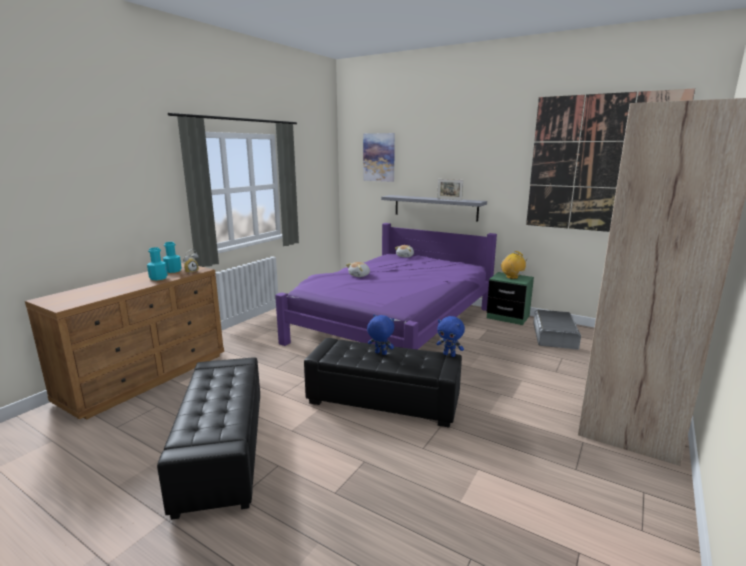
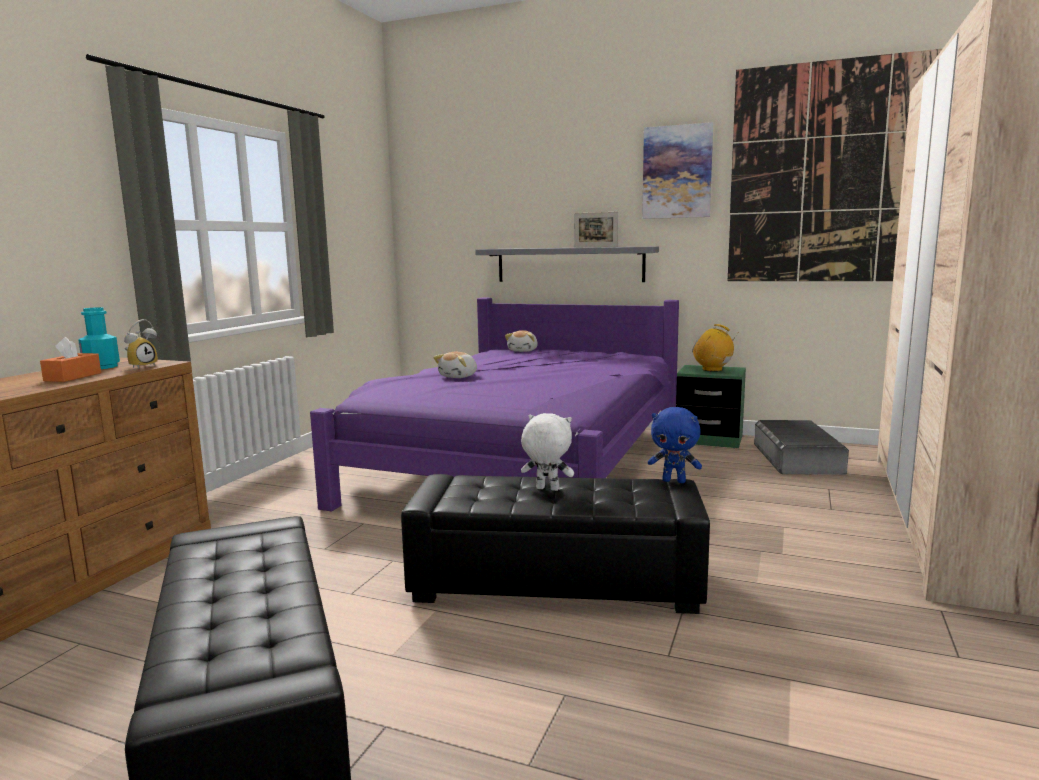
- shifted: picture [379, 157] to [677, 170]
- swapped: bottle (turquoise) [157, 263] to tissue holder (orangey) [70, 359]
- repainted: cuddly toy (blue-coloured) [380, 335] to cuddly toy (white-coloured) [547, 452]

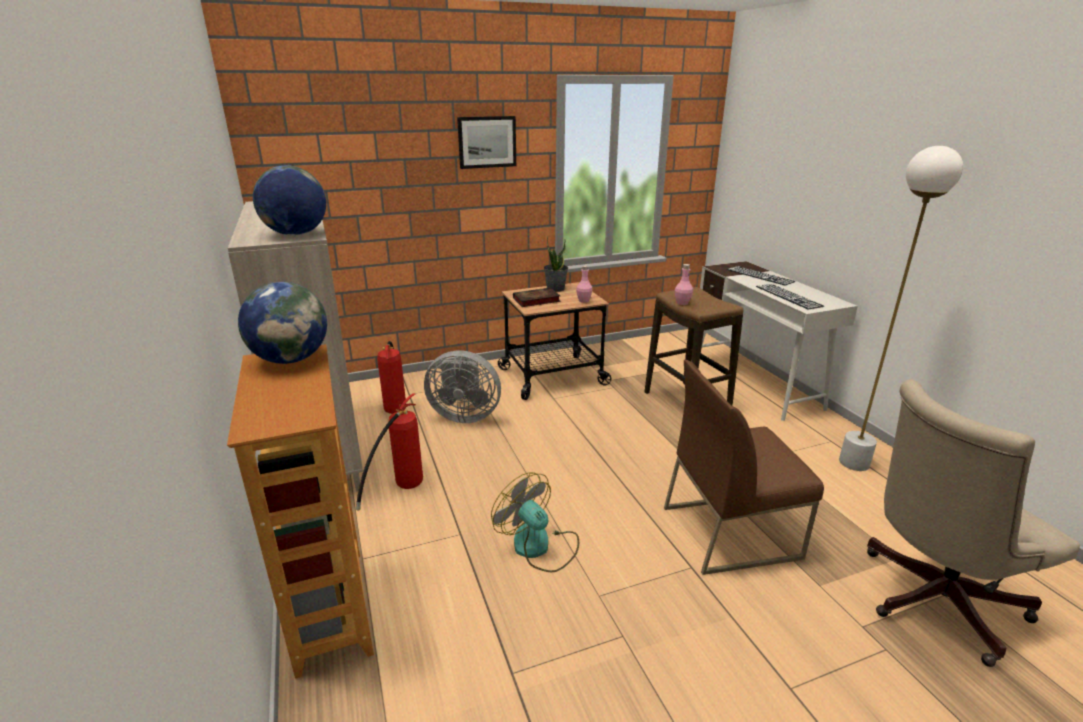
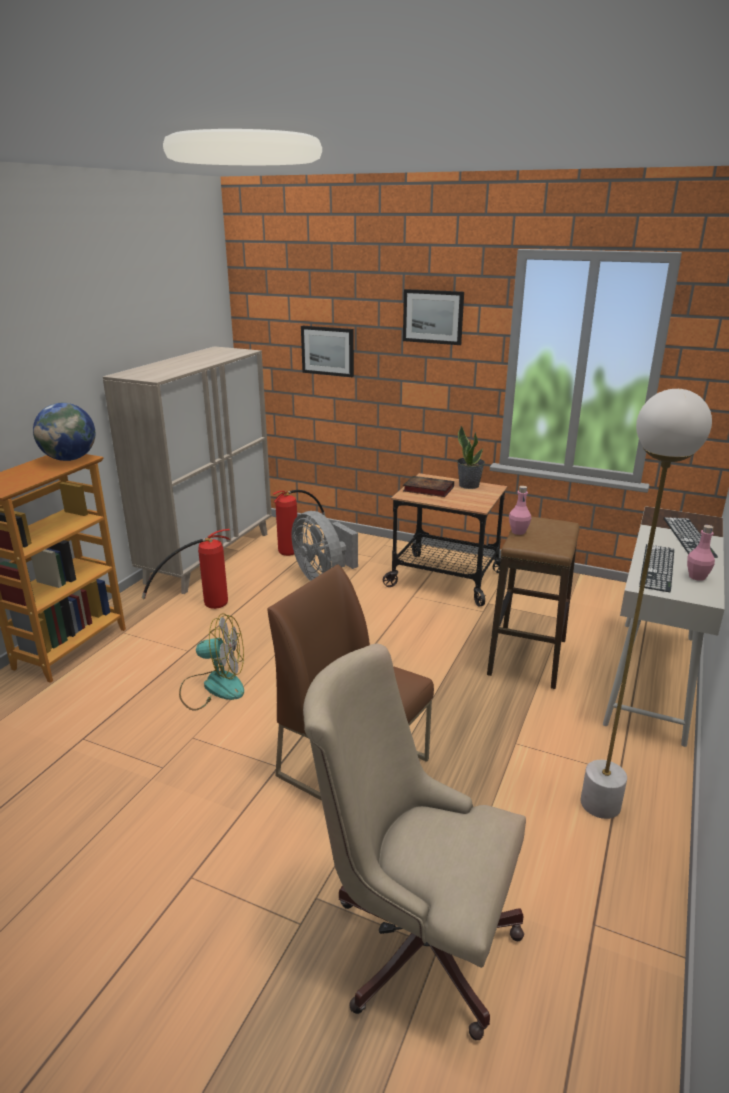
- gone: desk globe [289, 200]
- shifted: bottle (pink) [584, 284] to [701, 553]
- rotated: fan [535, 522] = [211, 662] 90 degrees clockwise
- new: picture [327, 351]

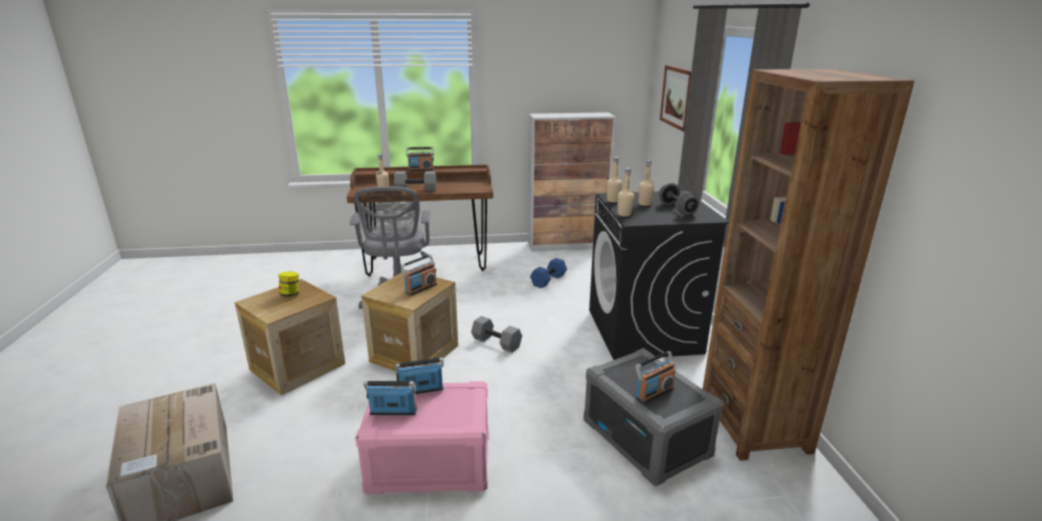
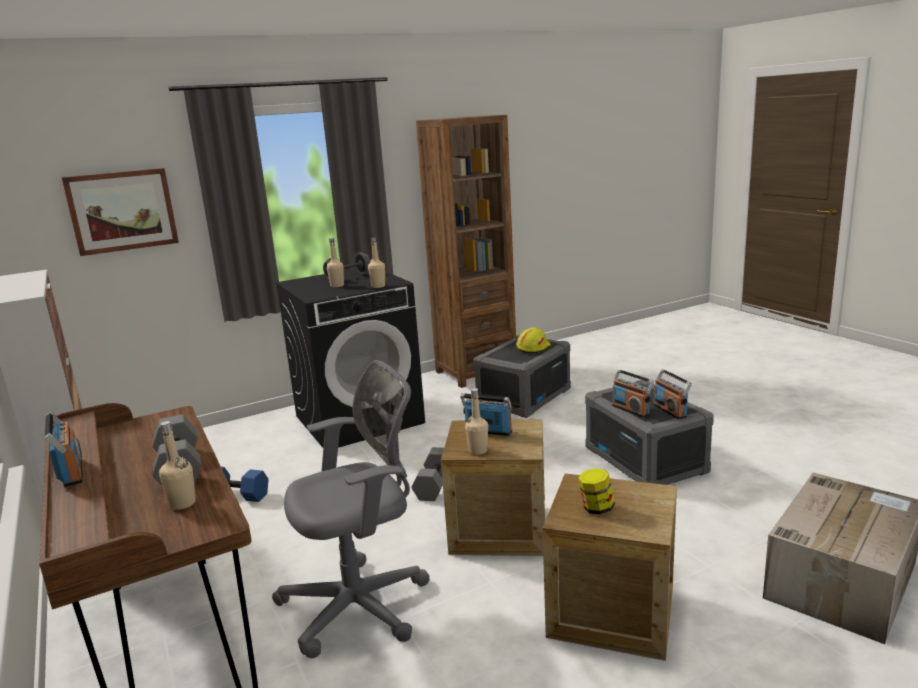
- shifted: bottle (beige-coloured) [614, 179] to [476, 421]
- swapped: radio set [655, 377] to hard hat (yellowish) [533, 341]
- repainted: storage box (pink) [422, 437] to storage box (grey) [649, 432]

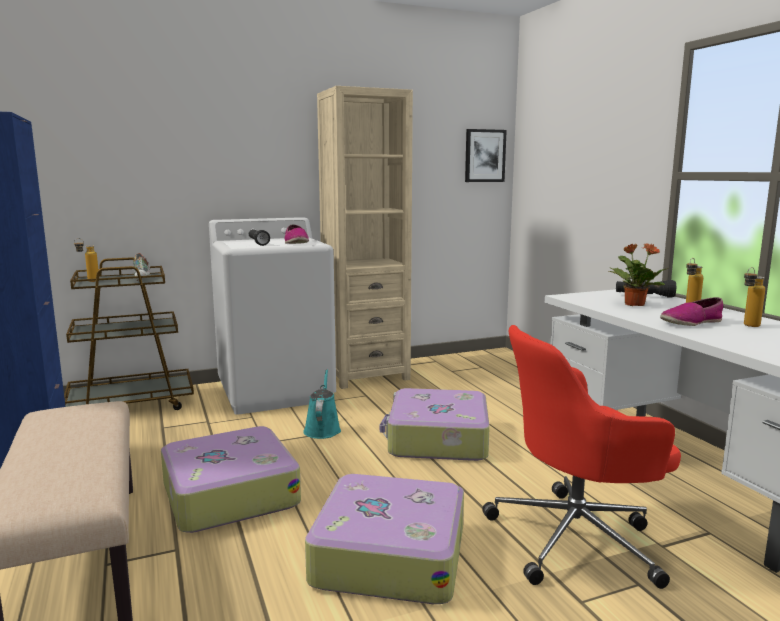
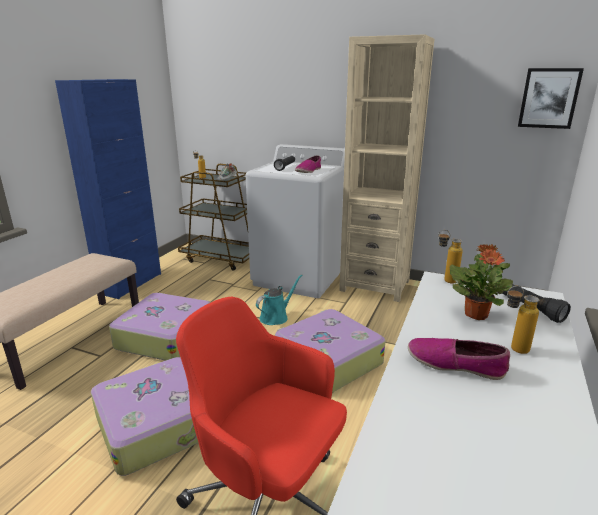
- shifted: bottle [754, 297] to [450, 257]

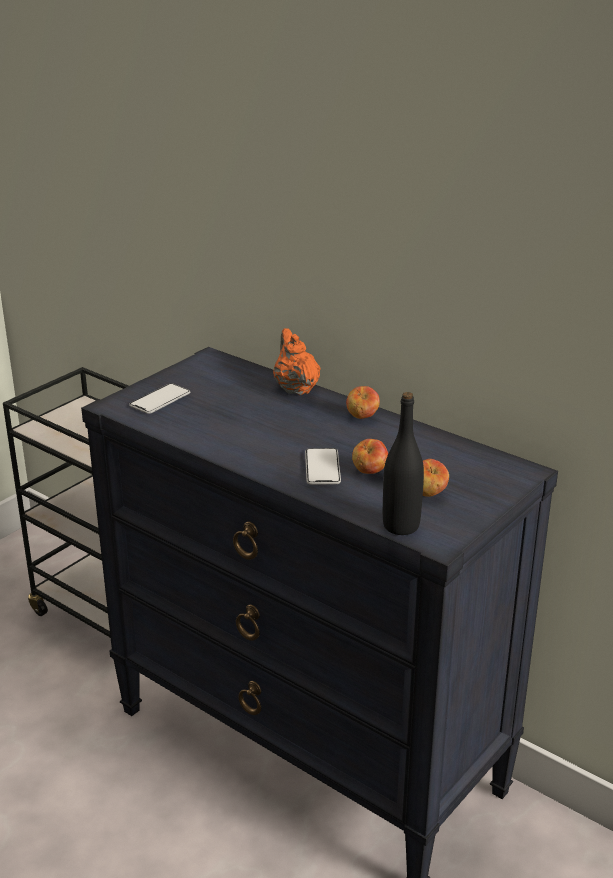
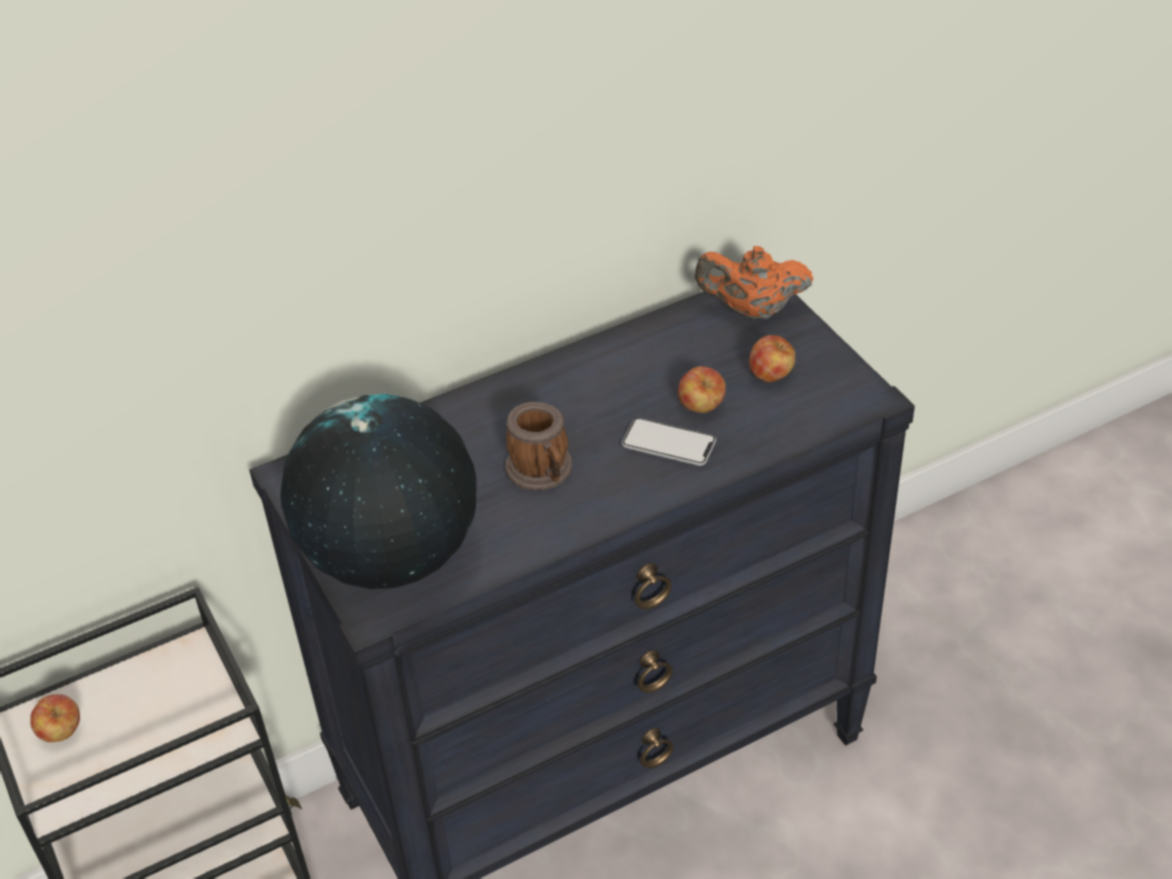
- shifted: tea pot (orangey) [297, 361] to [754, 282]
- swapped: phone [159, 398] to desk globe [378, 491]
- shifted: apple fruit [363, 402] to [55, 718]
- gone: bottle (black) [403, 463]
- new: coffee mug [539, 446]

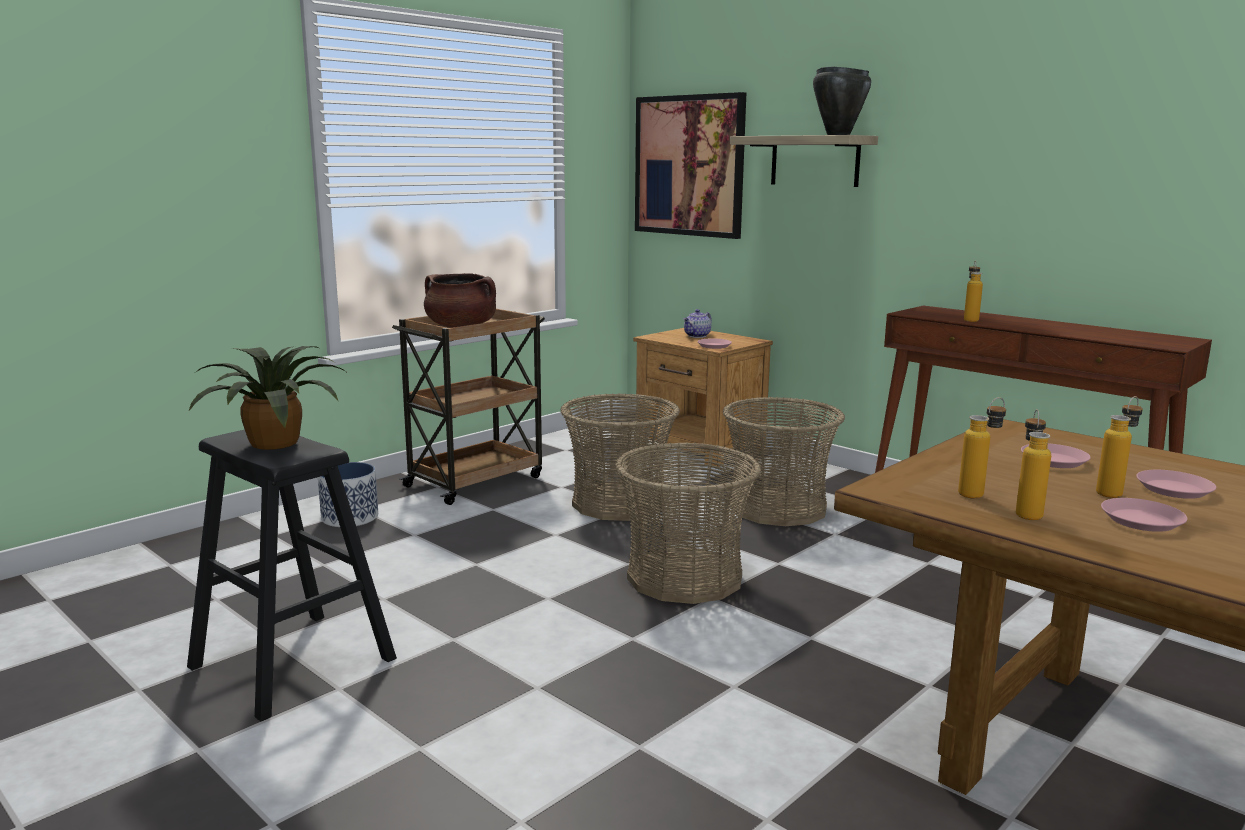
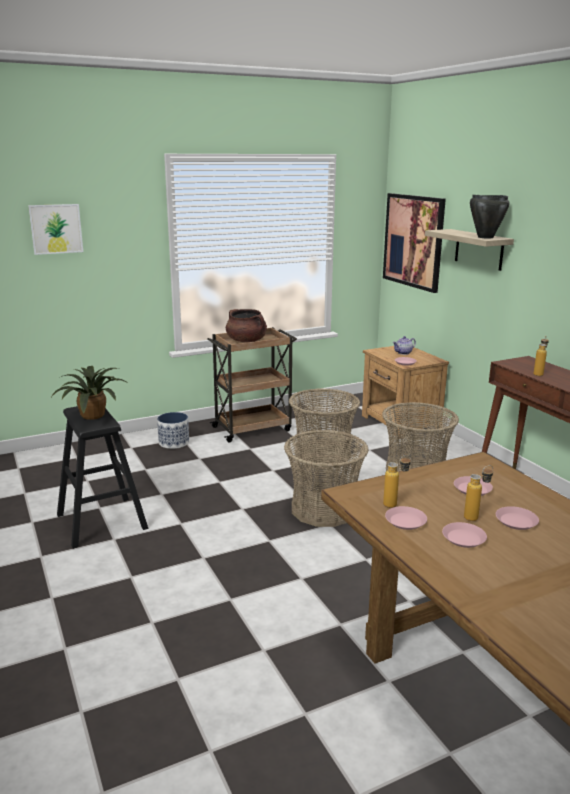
- swapped: bottle [1033, 464] to plate (pink) [406, 518]
- new: picture [55, 229]

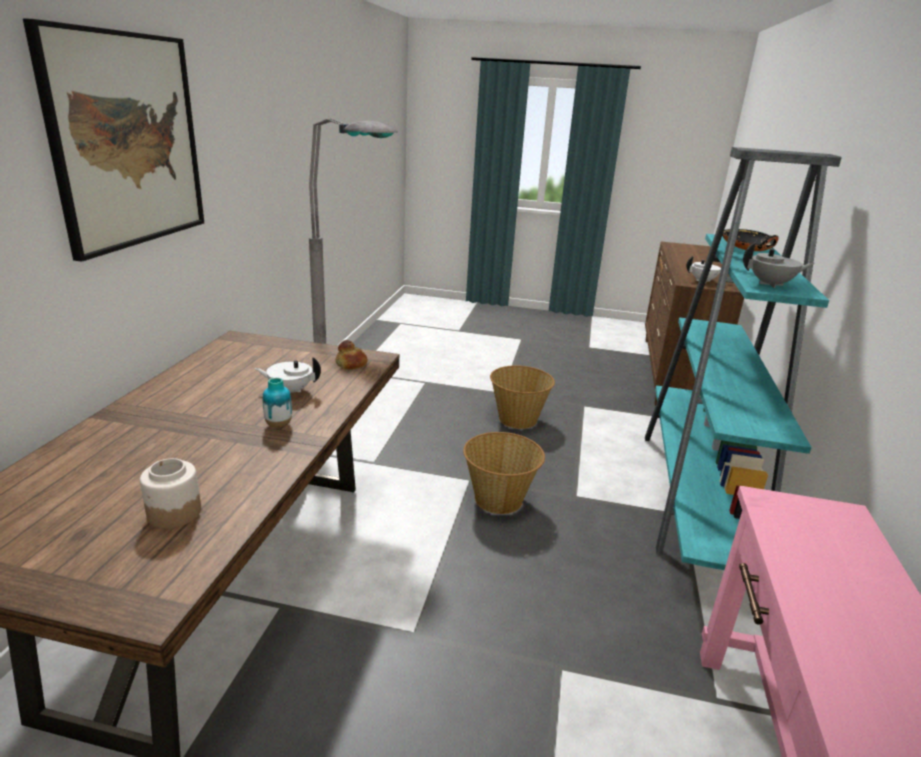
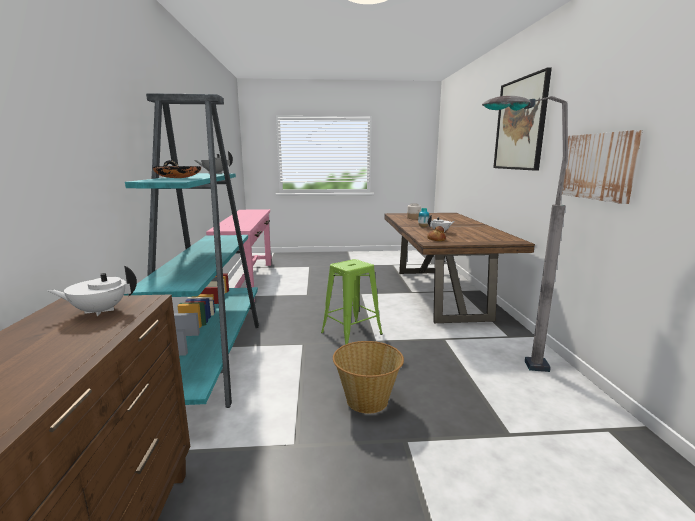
- swapped: storage basket [504, 473] to stool (greenish) [352, 302]
- new: picture [602, 167]

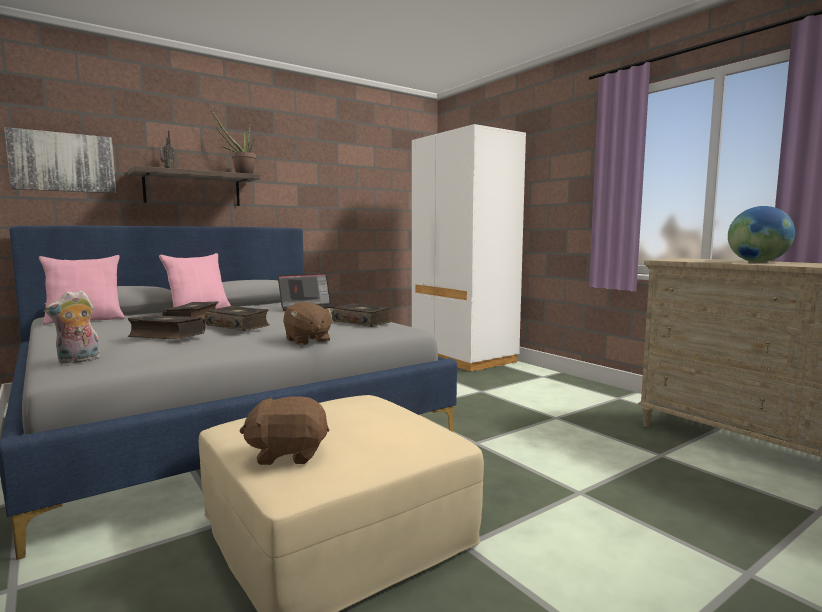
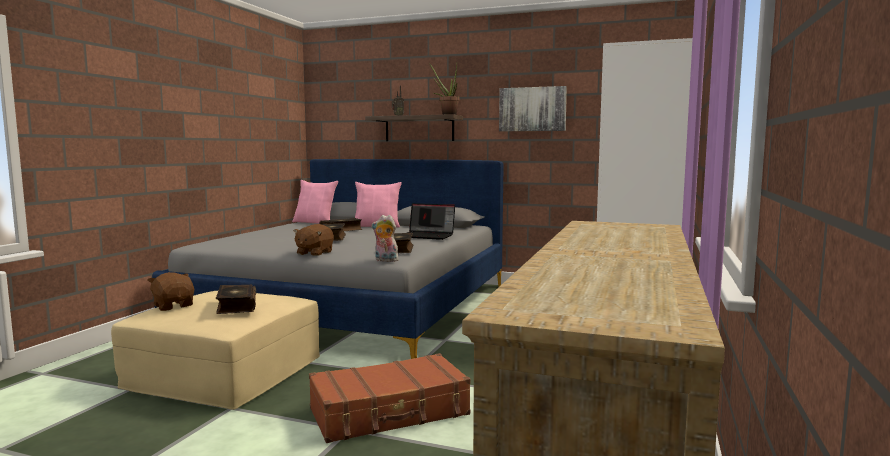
- shifted: picture [60, 160] to [533, 108]
- gone: desk globe [761, 234]
- shifted: cuddly toy [73, 327] to [385, 238]
- shifted: book [166, 327] to [236, 299]
- new: suitcase (brownish) [389, 398]

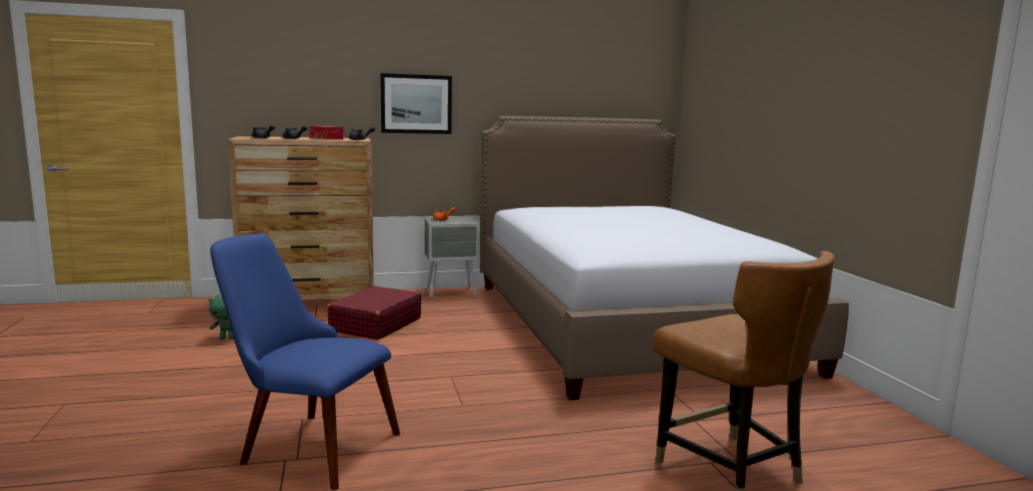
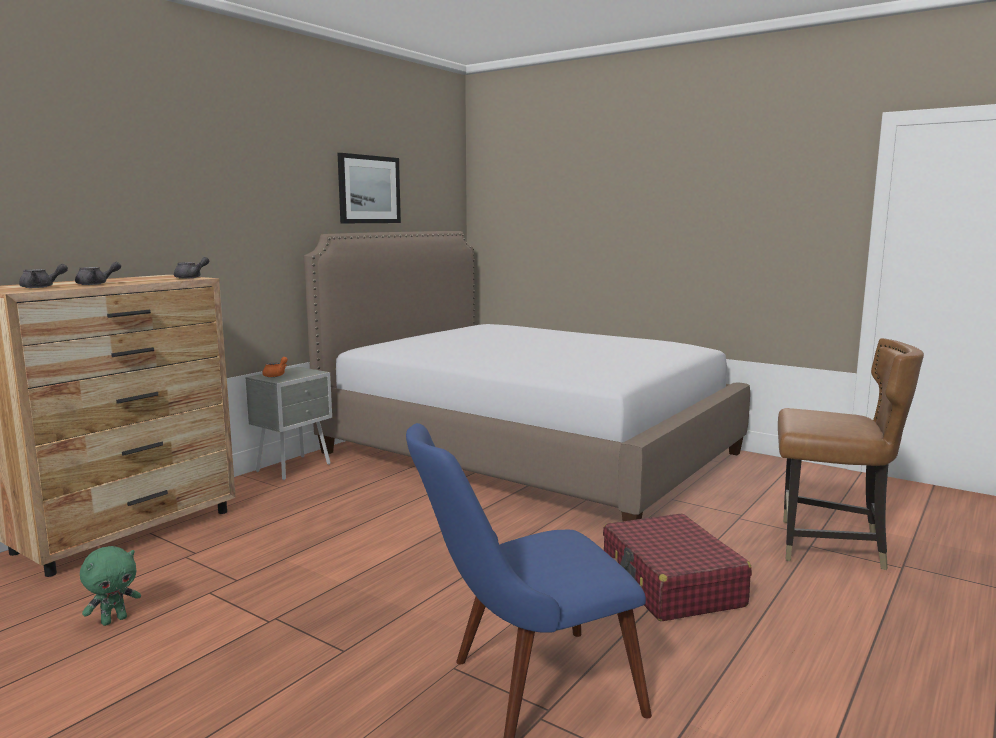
- shifted: picture [416, 103] to [369, 188]
- gone: tissue holder [326, 133]
- shifted: suitcase (red) [374, 313] to [677, 567]

